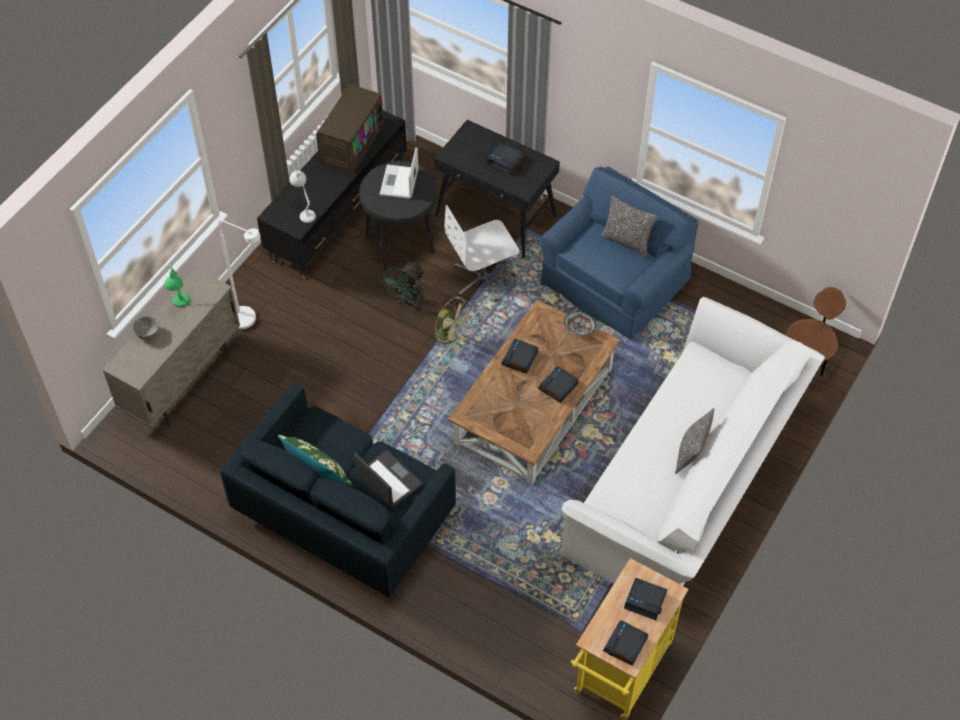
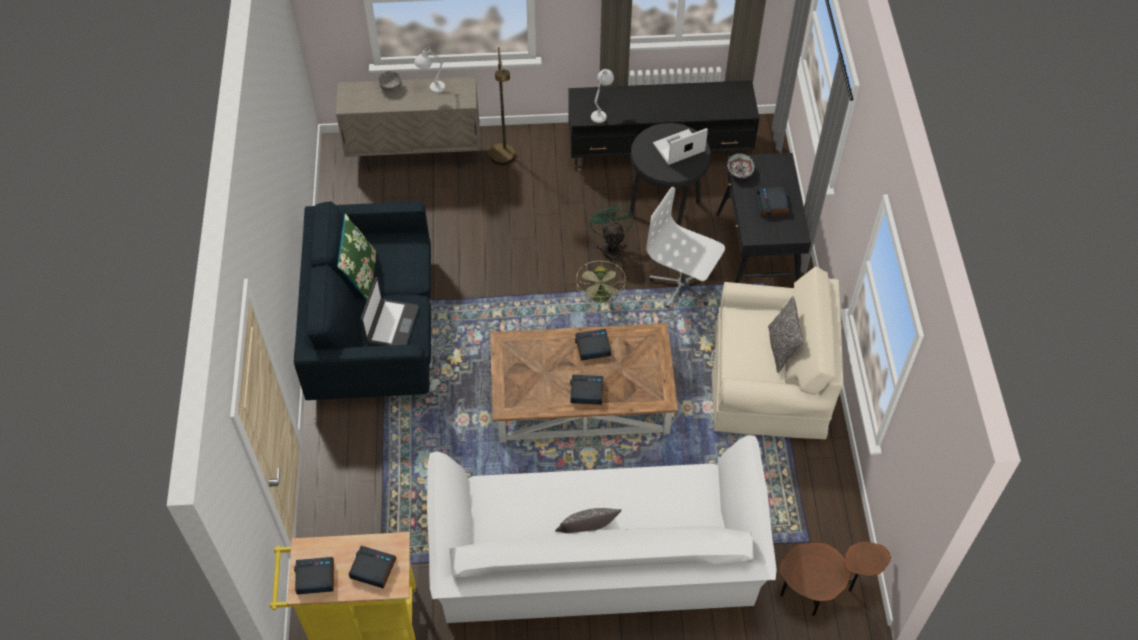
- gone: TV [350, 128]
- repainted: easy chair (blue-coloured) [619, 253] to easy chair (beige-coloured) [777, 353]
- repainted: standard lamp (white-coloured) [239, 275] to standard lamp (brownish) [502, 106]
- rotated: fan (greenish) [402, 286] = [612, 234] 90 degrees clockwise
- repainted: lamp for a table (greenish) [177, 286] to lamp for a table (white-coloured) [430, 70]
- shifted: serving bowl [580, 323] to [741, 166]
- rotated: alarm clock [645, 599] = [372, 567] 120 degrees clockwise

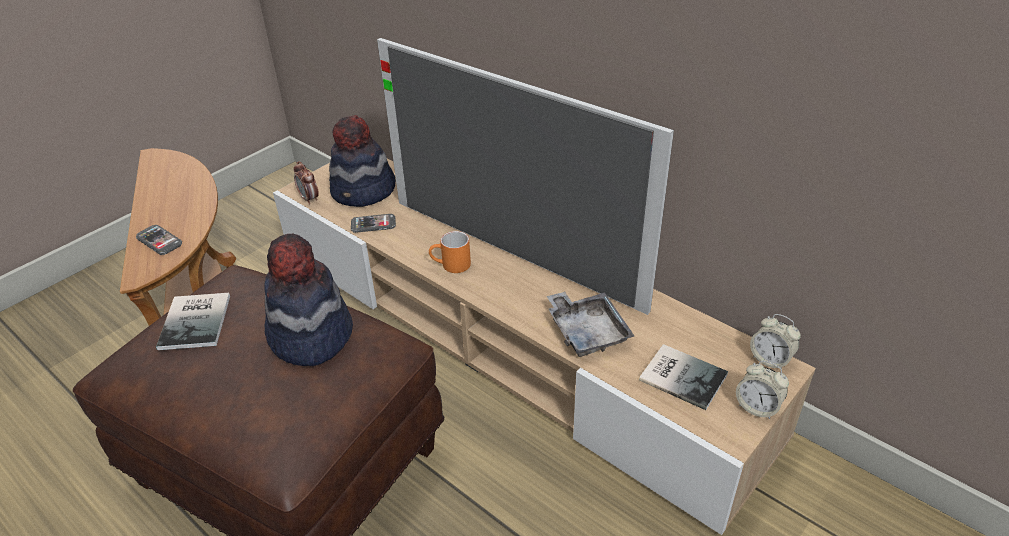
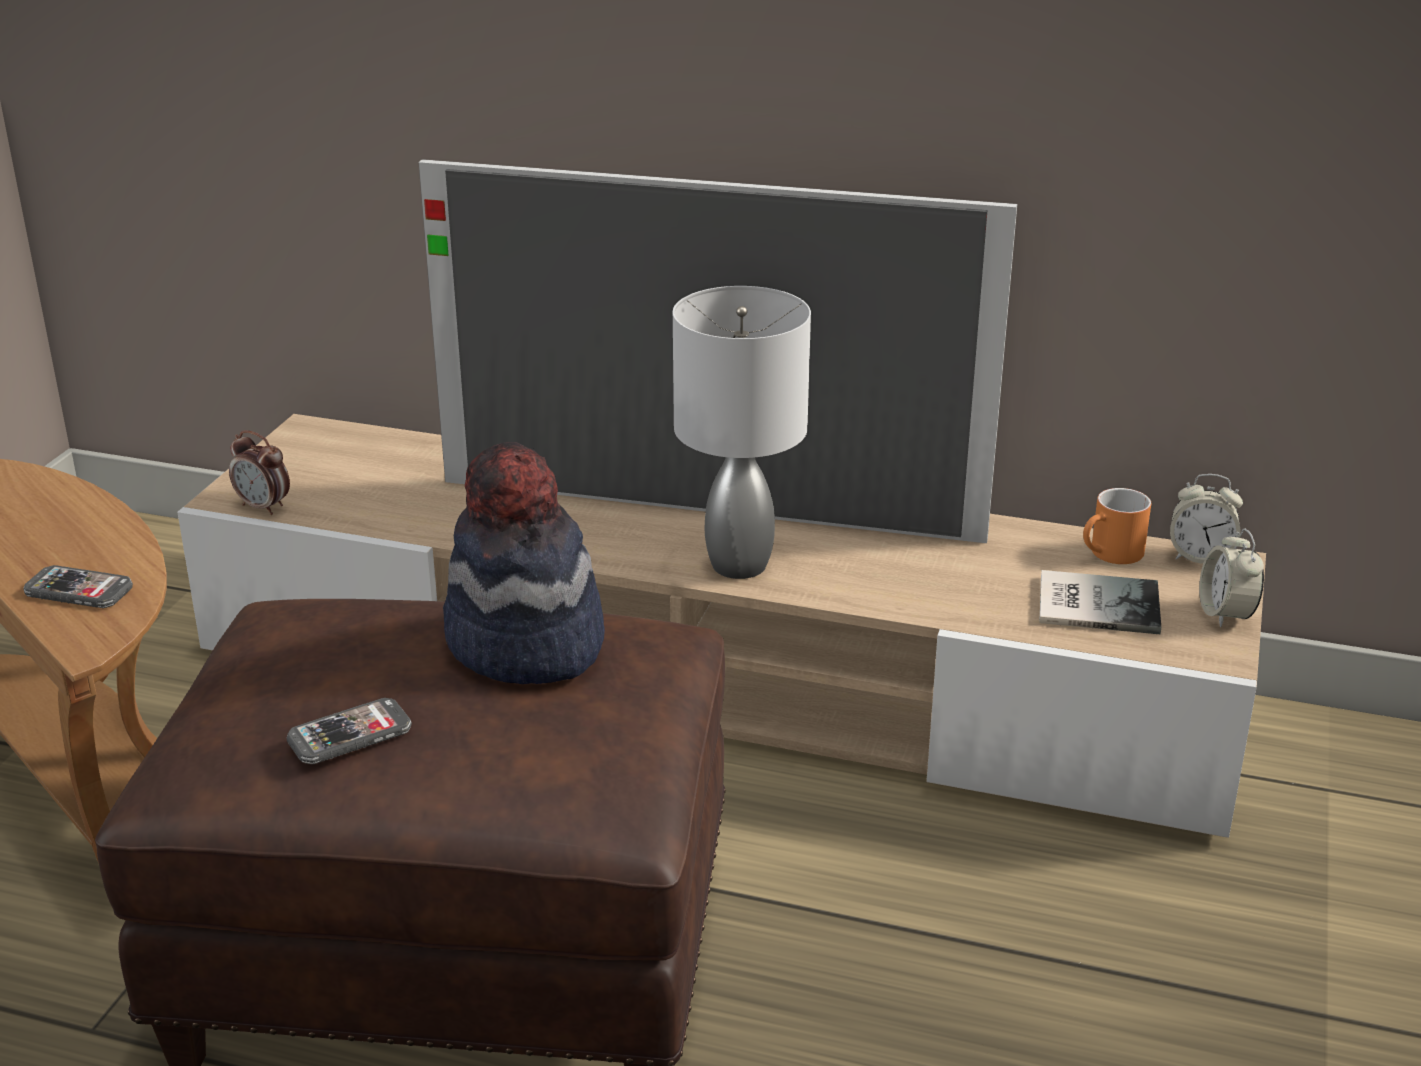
- gone: hat [362, 161]
- shifted: phone [373, 223] to [349, 731]
- shifted: coffee mug (orangey) [450, 252] to [1117, 526]
- gone: serving tray (grey) [590, 324]
- gone: book [193, 321]
- rotated: alarm clock [762, 390] = [1231, 577] 75 degrees clockwise
- new: lamp for a table (grey) [742, 432]

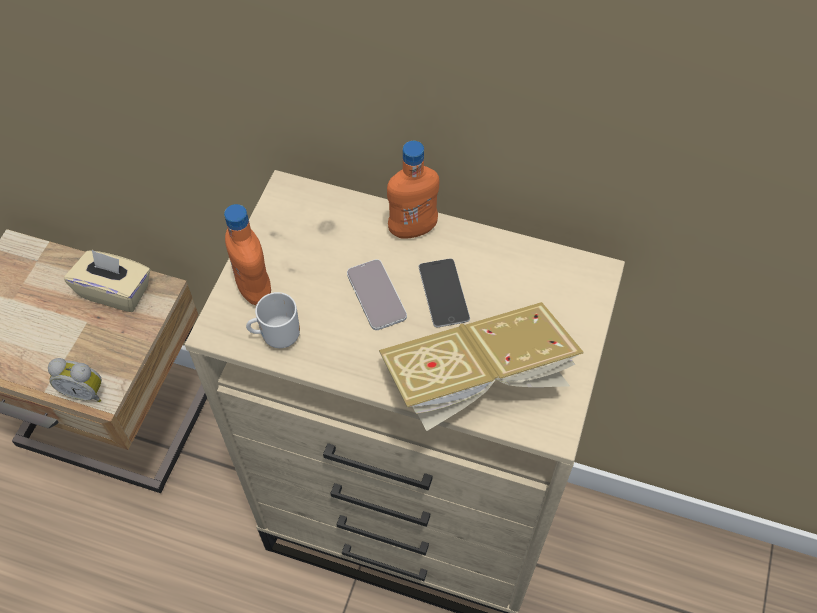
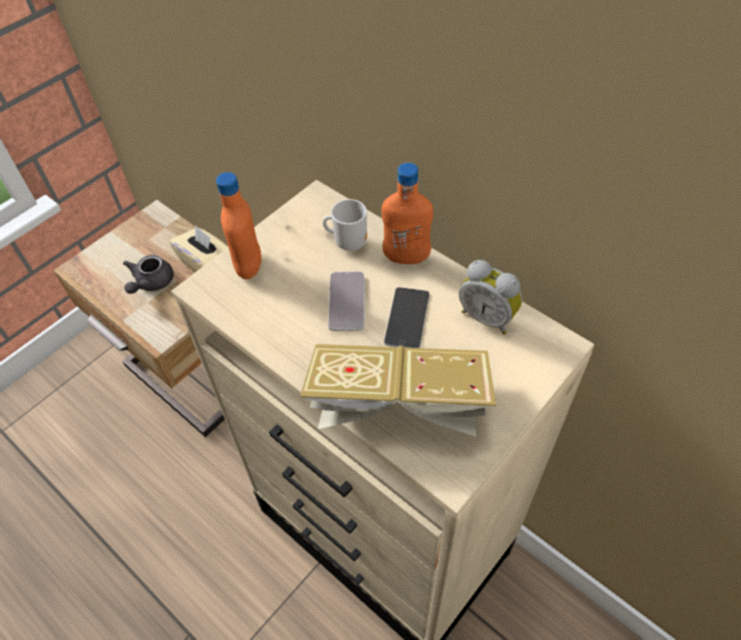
- shifted: coffee mug [273, 320] to [345, 225]
- shifted: alarm clock [75, 380] to [490, 297]
- new: tea pot (grey) [148, 274]

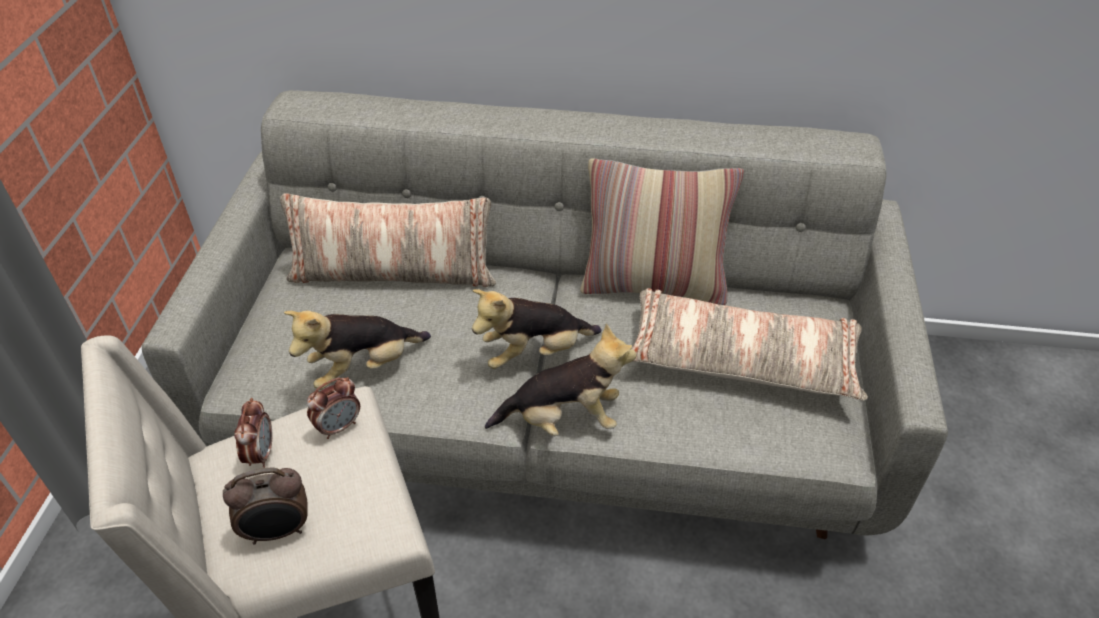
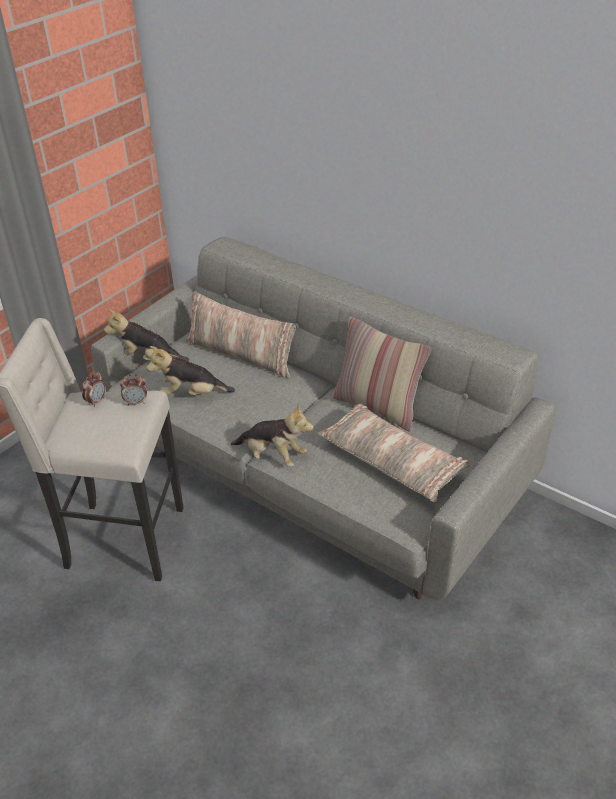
- shifted: cuddly toy [536, 329] to [146, 335]
- gone: alarm clock [265, 506]

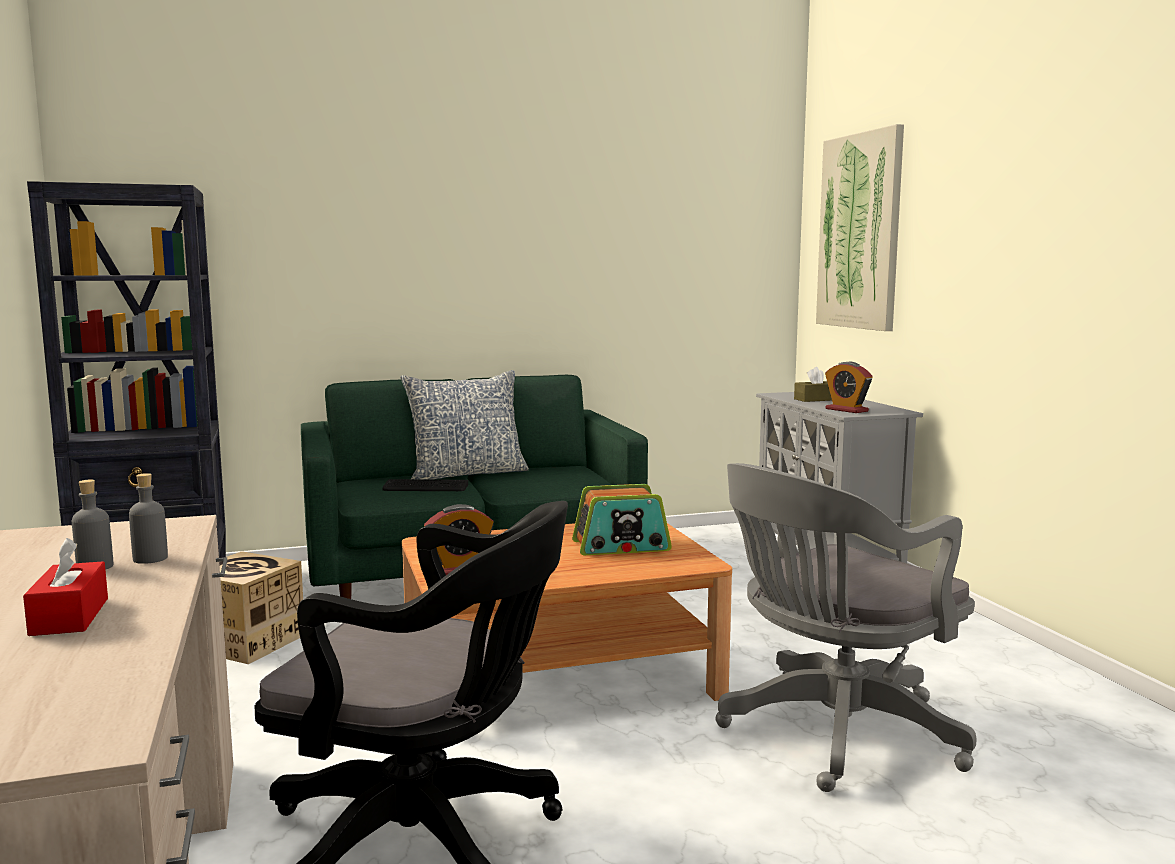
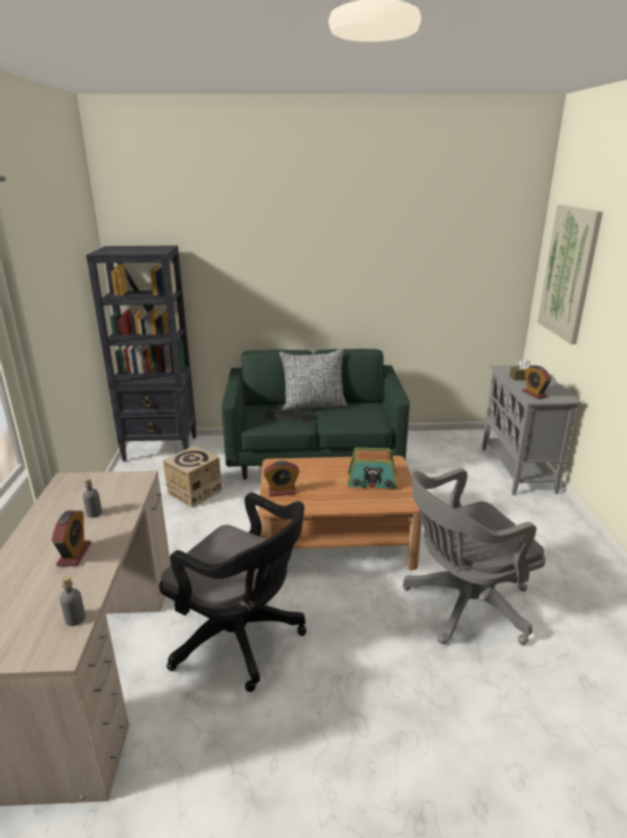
- shifted: bottle (grey) [148, 518] to [73, 601]
- swapped: tissue holder (red) [65, 587] to alarm clock [71, 538]

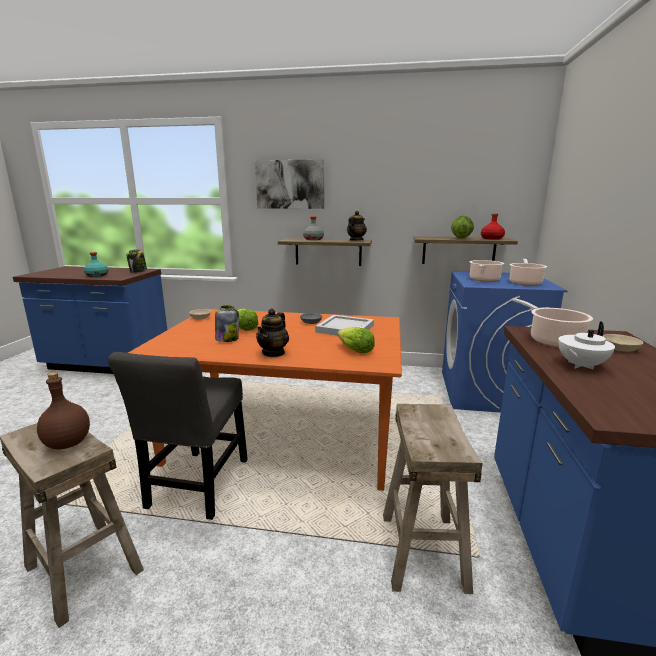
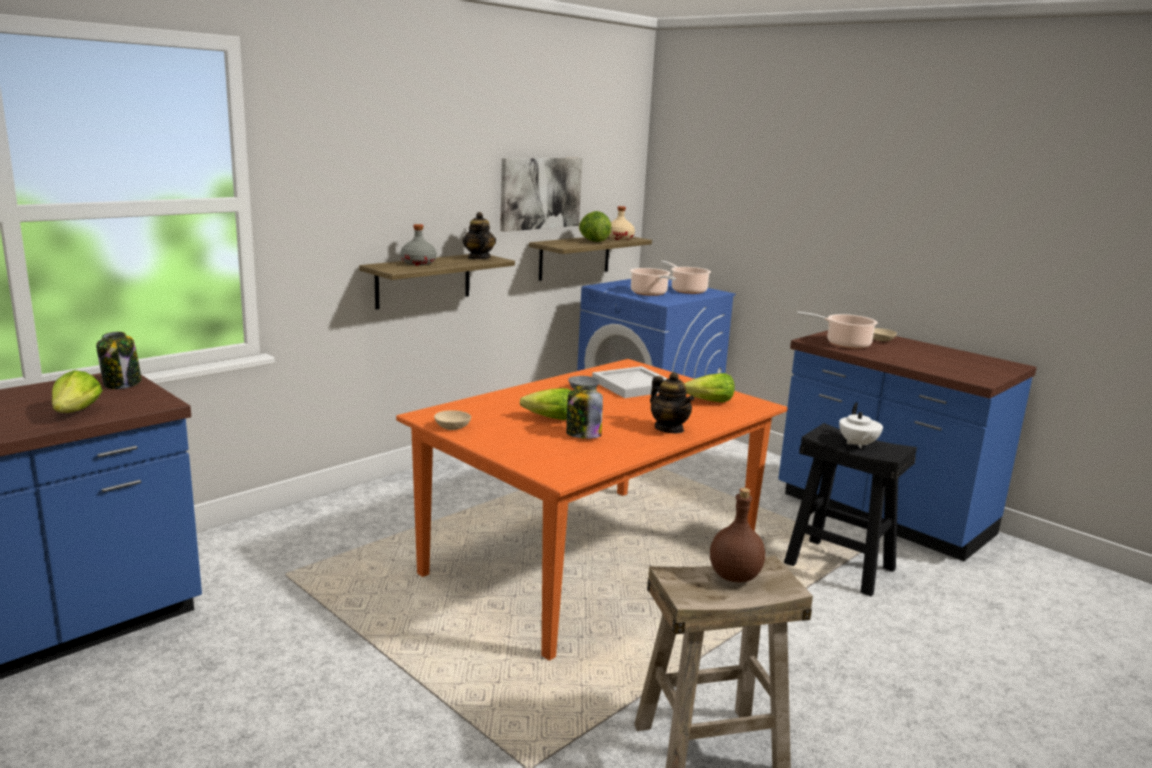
- shifted: picture [289, 184] to [541, 195]
- repainted: bottle (red) [493, 227] to bottle (beige-coloured) [621, 223]
- swapped: bottle (turquoise) [96, 264] to head of lettuce [77, 391]
- shifted: tea pot (white-coloured) [586, 345] to [861, 425]
- gone: upright chair (grey) [178, 436]
- repainted: stool (beige-coloured) [433, 499] to stool (black) [850, 509]

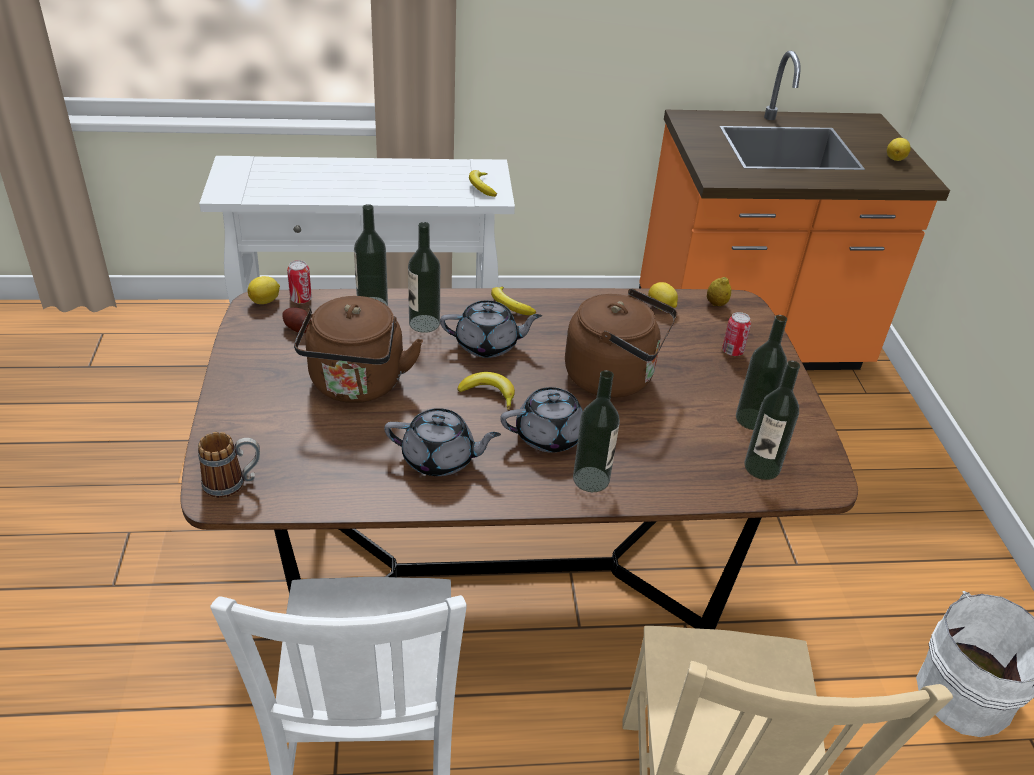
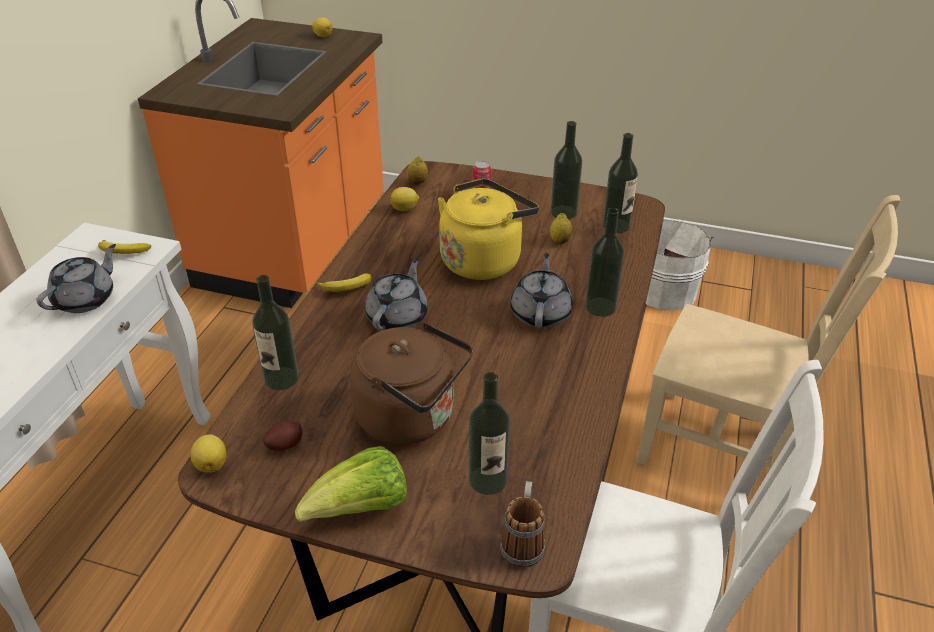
- shifted: bottle [424, 277] to [489, 433]
- gone: can [299, 282]
- repainted: water kettle (brownish) [621, 343] to water kettle (yellowish) [488, 229]
- gone: banana fruit [486, 391]
- shifted: tea pot (grey) [442, 442] to [76, 278]
- new: citrus fruit [561, 228]
- new: head of lettuce [351, 484]

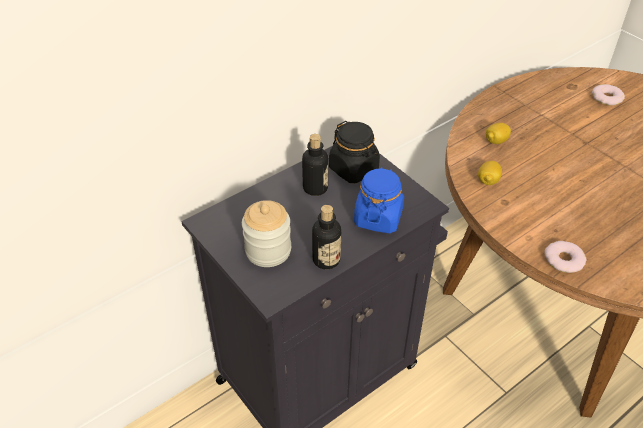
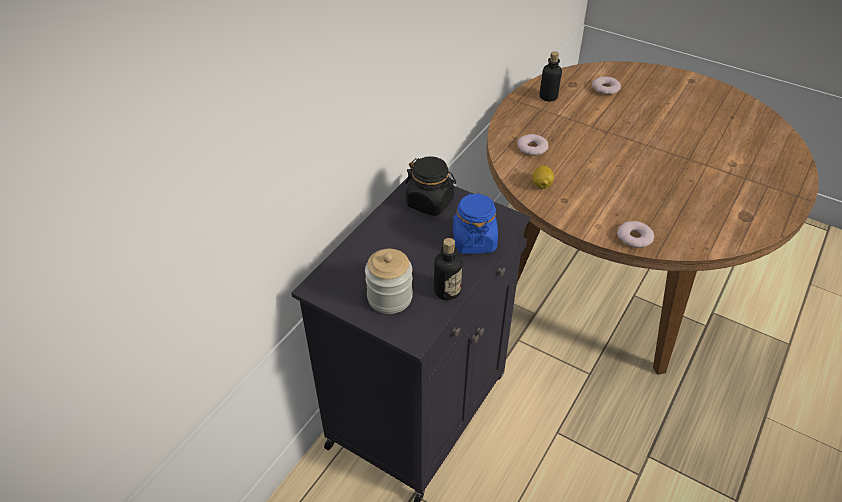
- swapped: citrus fruit [498, 133] to ring doughnut [532, 145]
- shifted: bottle [315, 165] to [550, 76]

